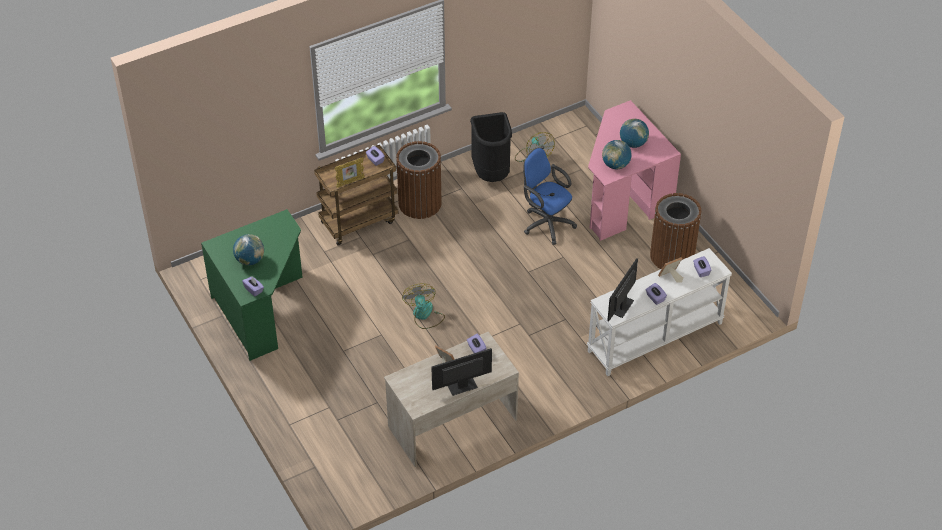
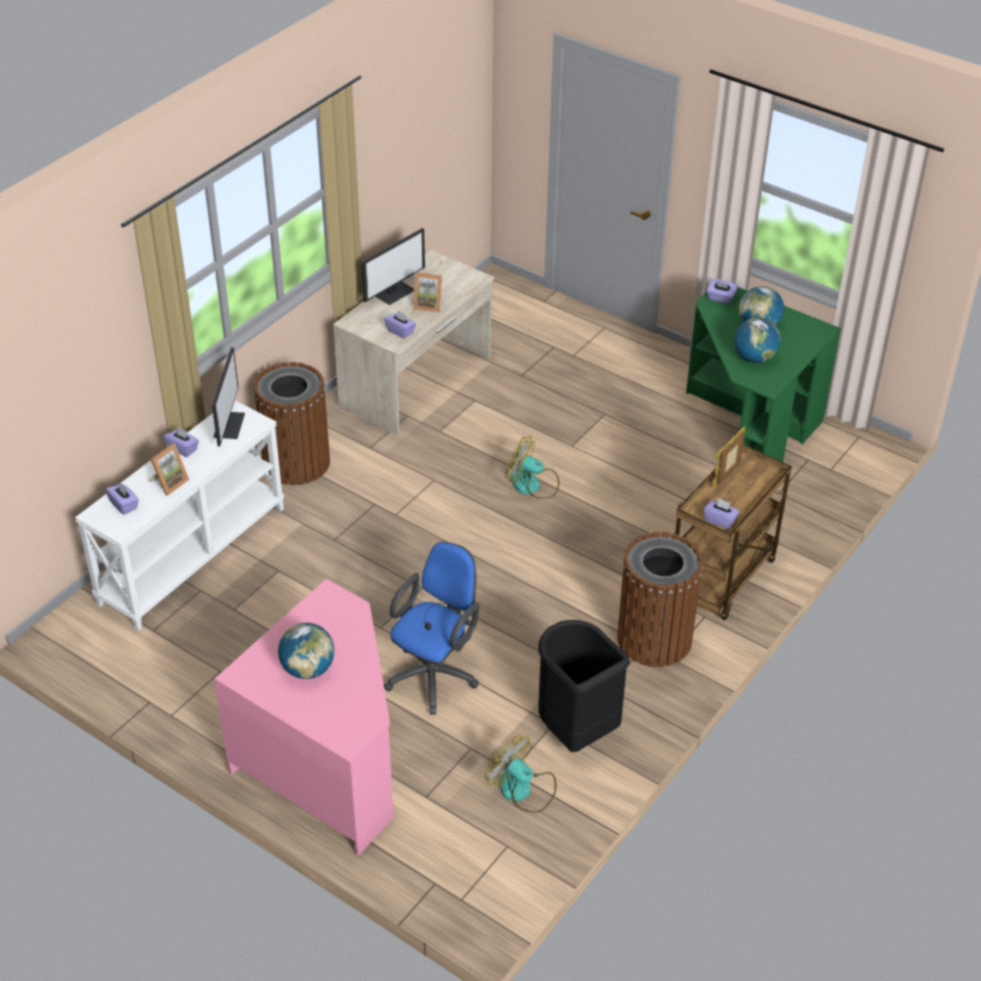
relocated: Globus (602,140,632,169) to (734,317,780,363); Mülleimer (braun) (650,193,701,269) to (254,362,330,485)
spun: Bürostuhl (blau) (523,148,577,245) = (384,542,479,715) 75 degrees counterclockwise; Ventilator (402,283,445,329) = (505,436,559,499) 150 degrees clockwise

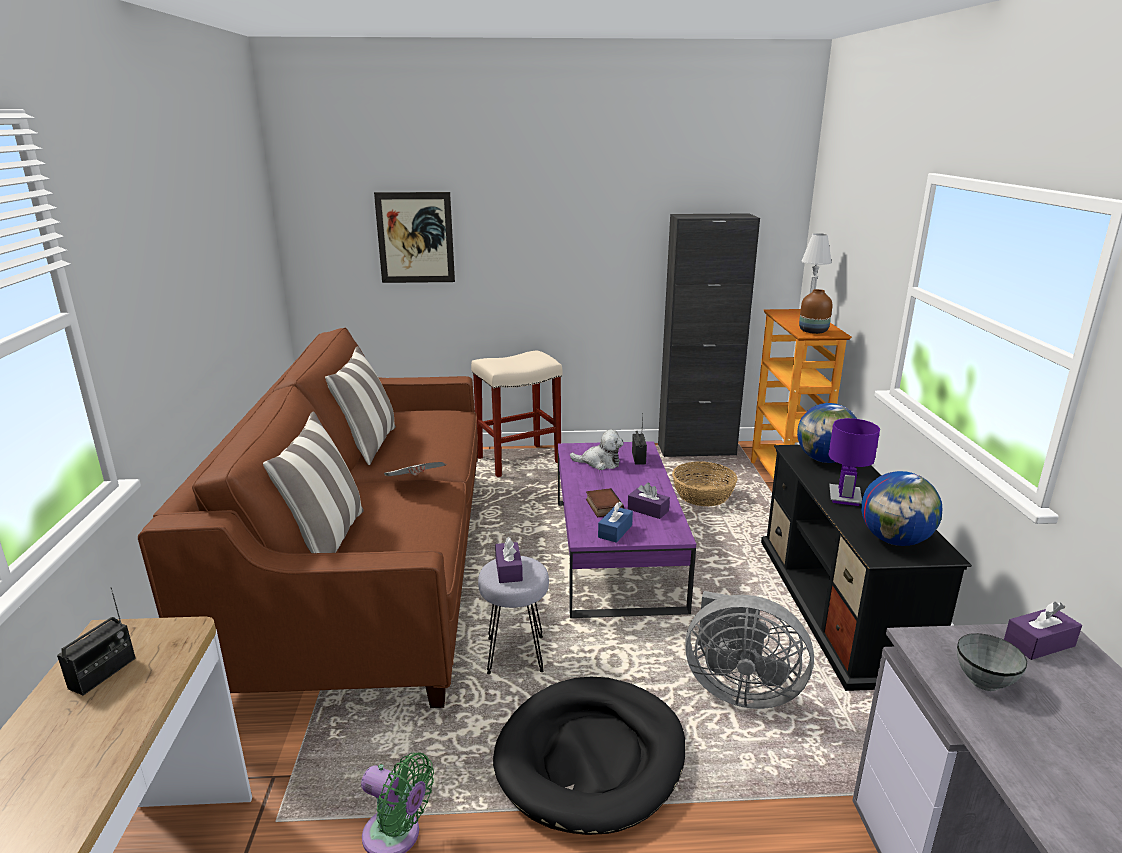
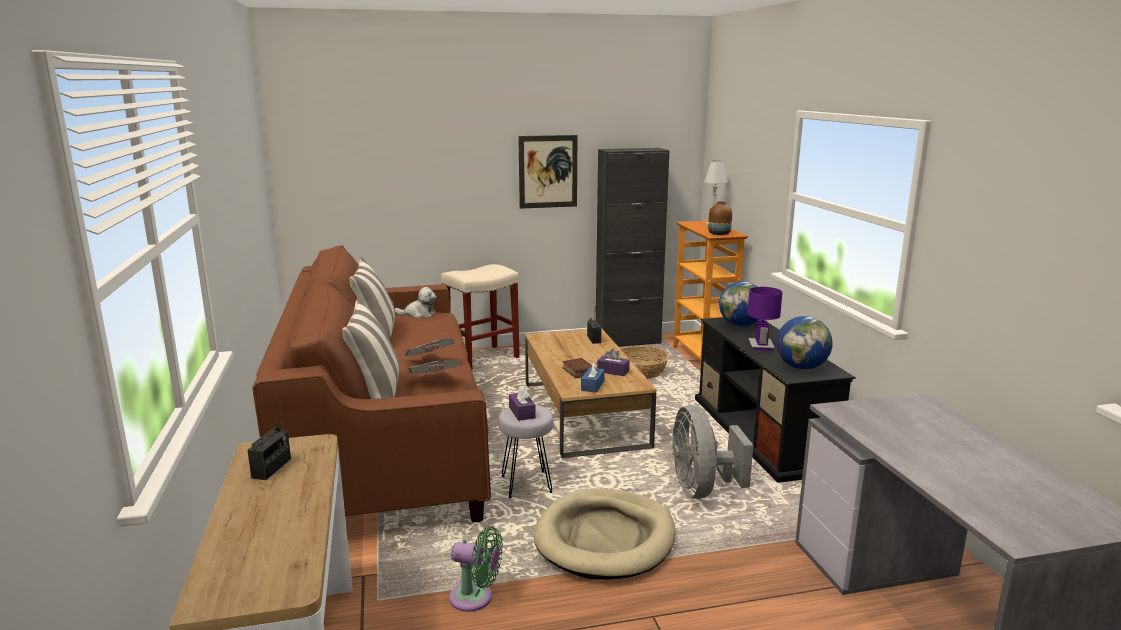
missing: Taschentuchbox (lila) (1004,602,1082,660); Schüssel (grau) (957,633,1027,691)
appeared: Zeitung (407,360,462,374)
relocated: Bild (374,192,455,283) to (518,135,577,209); Plüschtier (570,430,624,470) to (395,287,436,318)
colour: Couchtisch (lila) (558,441,696,618) to Couchtisch (braun) (525,328,656,458); Hundebett (schwarz) (493,677,685,835) to Hundebett (beige) (534,488,675,580)
spun: Ventilator (grau) (685,591,814,709) = (672,405,753,499) 75 degrees clockwise

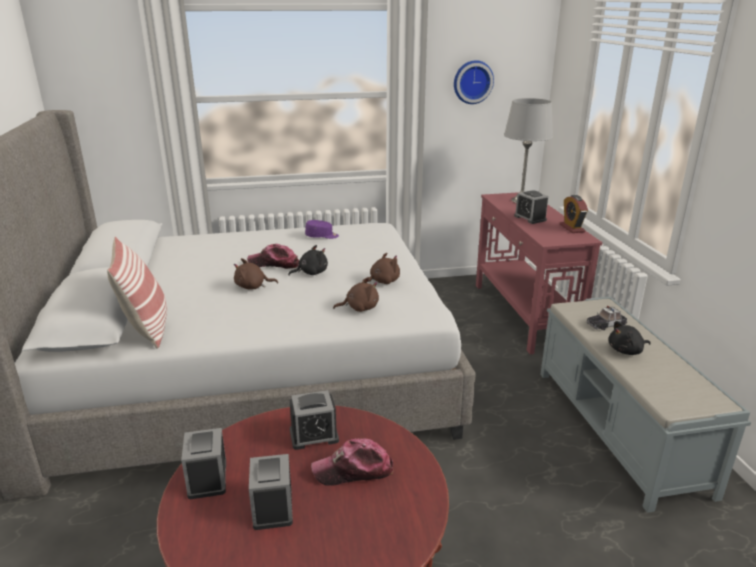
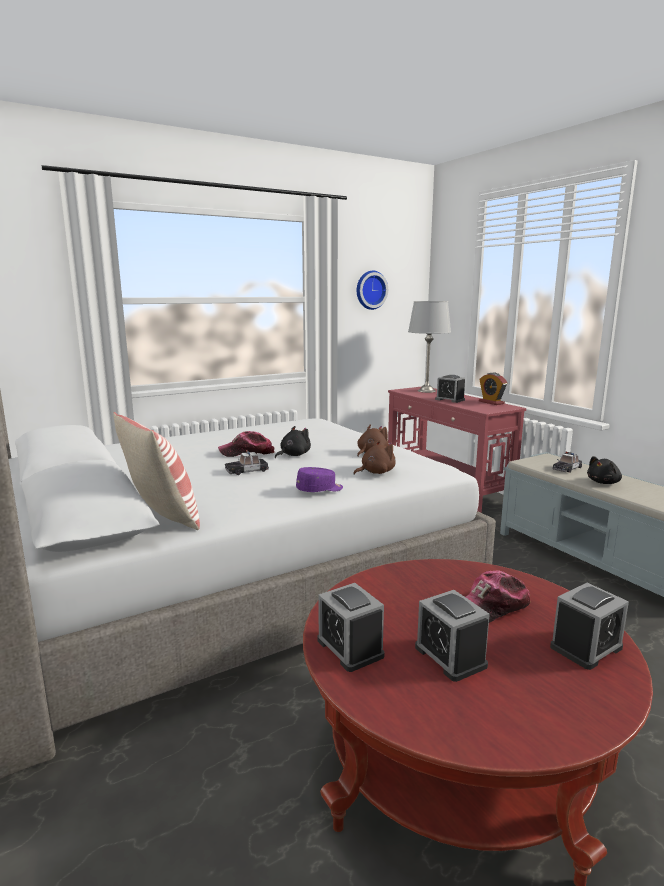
relocated: Kappe (lila) (305,220,339,239) to (296,467,343,492); Wecker (290,390,339,450) to (550,583,629,670)
exchanged: Plüschtier (braun) (234,258,278,290) to Spielzeugauto (225,450,269,475)

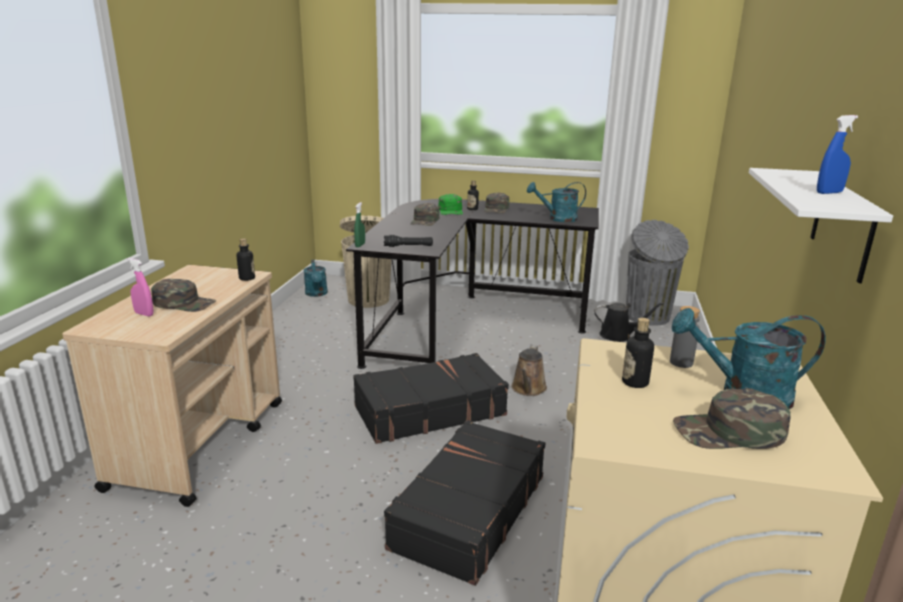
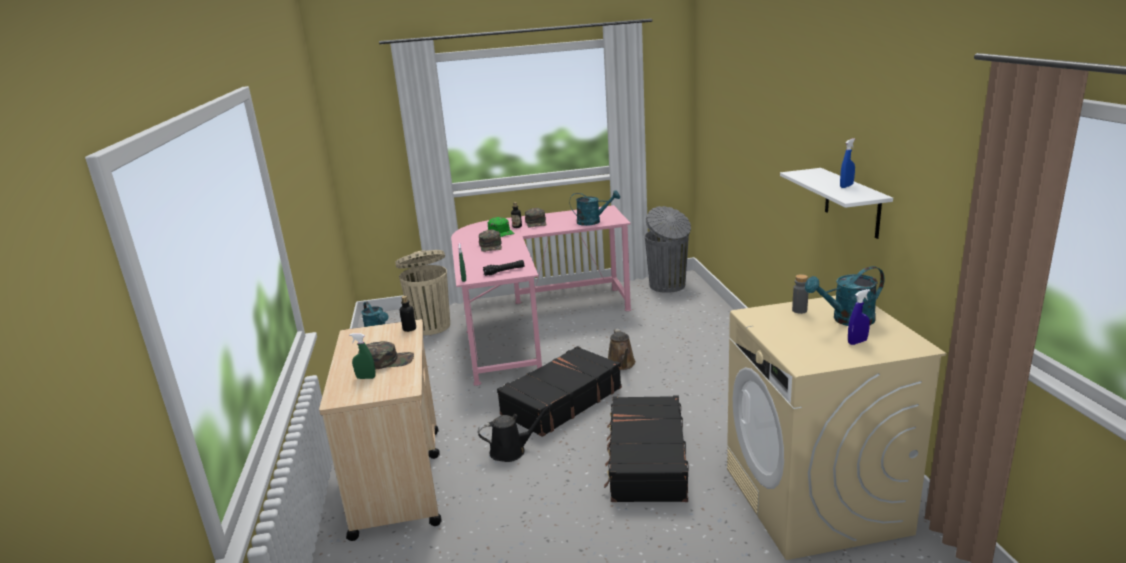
missing: Flasche (622,318,654,388)
relocated: Gießkanne (schwarz) (594,302,664,342) to (478,403,553,462)
exchanged: Kappe (grün) (673,388,791,449) to Sprühflasche (blau) (848,289,870,345)
colour: Schreibtisch (schwarz) (346,199,599,369) to Schreibtisch (rosa) (451,205,631,386); Sprühflasche (rosa) (127,258,154,317) to Sprühflasche (grün) (349,333,376,379)
spun: Gießkanne (türkis) (527,182,586,222) = (570,190,620,226) 150 degrees counterclockwise

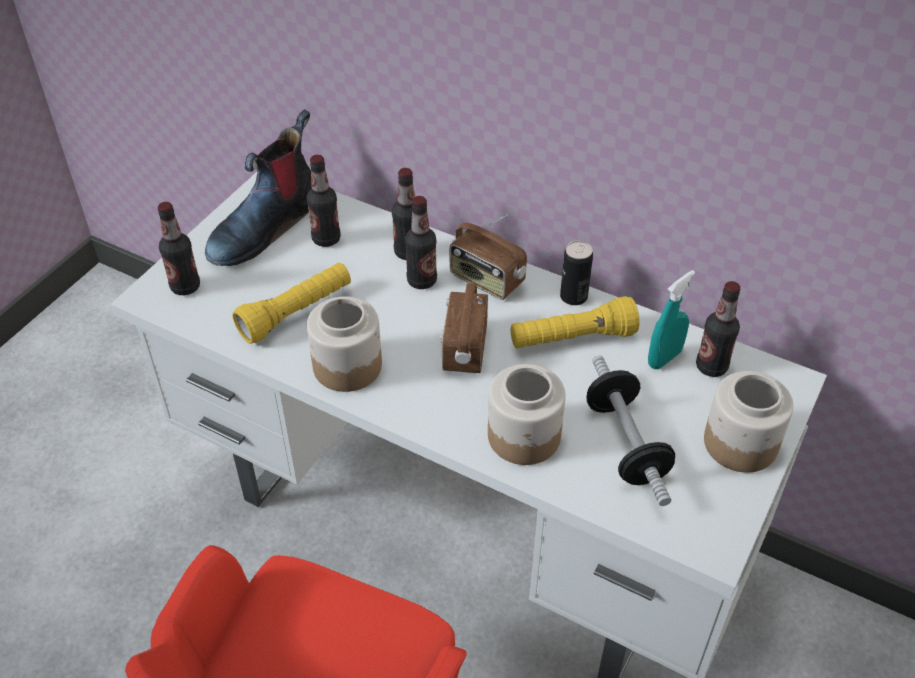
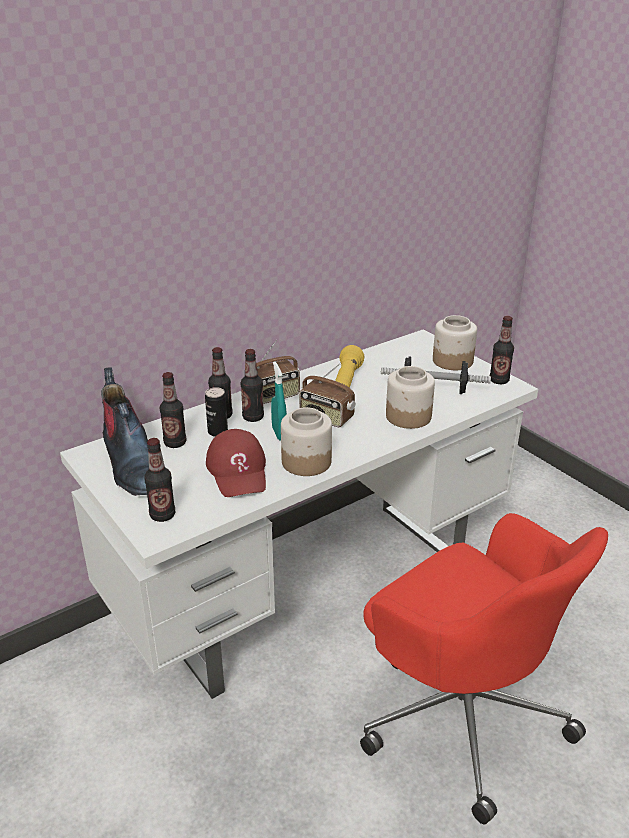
relocated: Dose (560,241,593,305) to (205,387,228,437); Sprühflasche (türkis) (648,270,695,369) to (271,361,287,441); Flasche (696,281,741,377) to (490,316,514,384)
exchanged: Taschenlampe (gelb) (232,263,351,344) to Kappe (rot) (206,429,266,497)

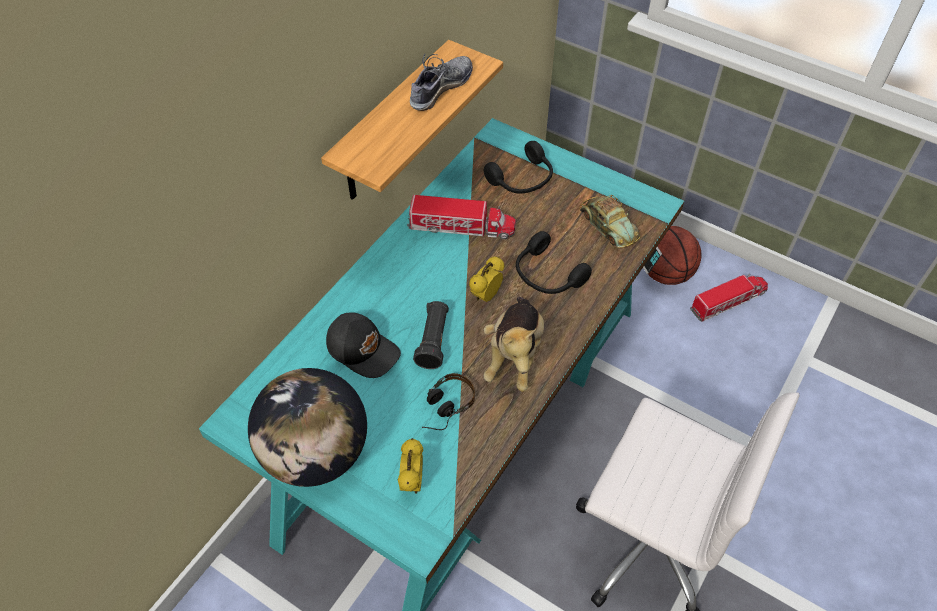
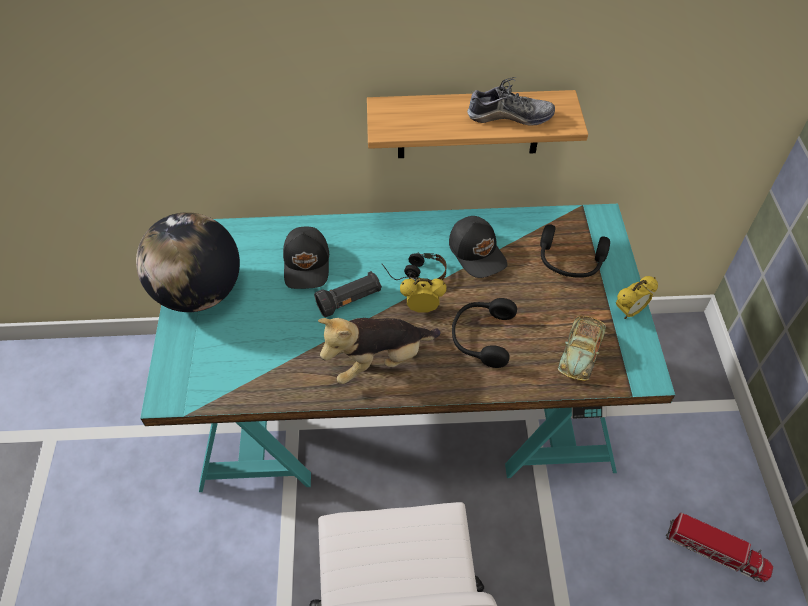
missing: Basketball (648,226,701,285)
relocated: Kopfhörer (422,373,475,430) to (381,253,447,281); Wecker (398,438,423,494) to (616,276,658,319)
exchanged: Spielzeuglaster (407,195,516,239) to Kappe (schwarz) (449,216,507,278)

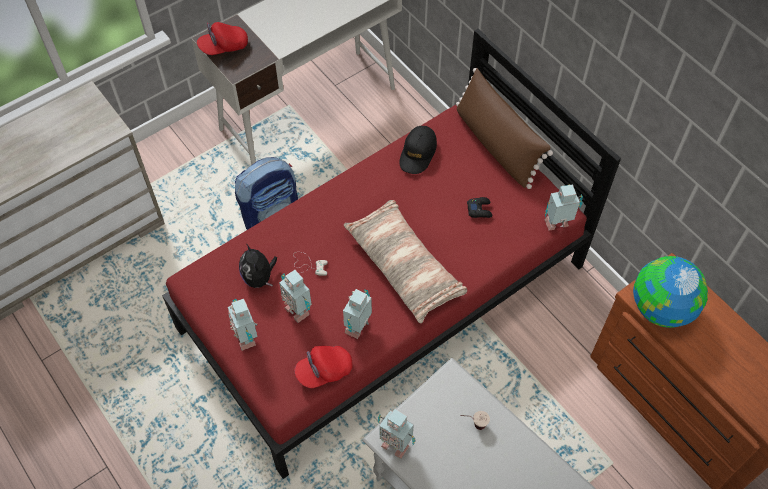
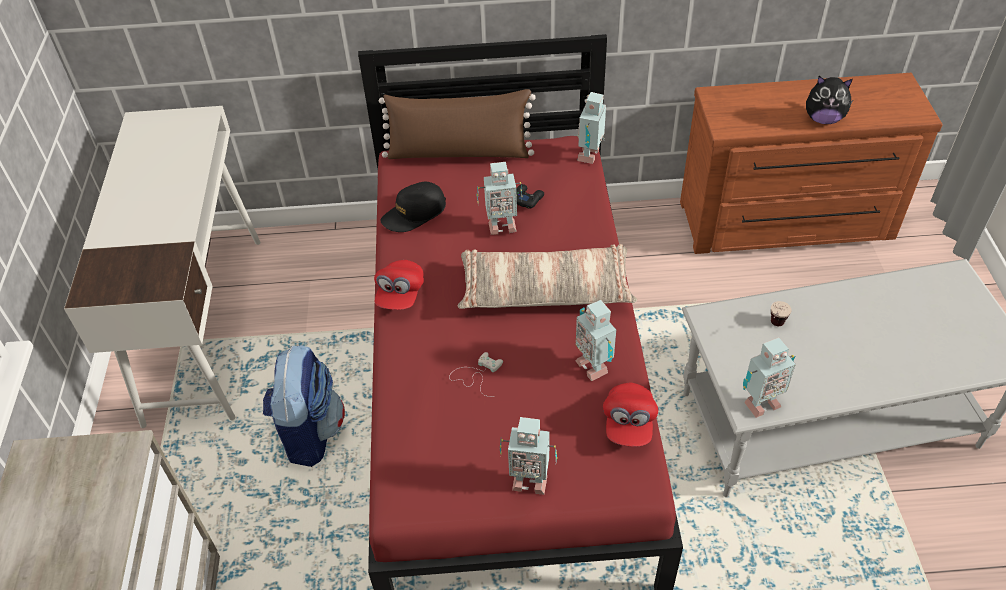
missing: Globus (633,256,708,328)
relocated: Kappe (rot) (197,22,248,55) to (374,260,424,310); Plüschtier (239,245,277,288) to (806,76,853,124); Spielzeugroboter (279,270,312,323) to (476,162,523,235)
spun: Kappe (schwarz) (399,126,437,174) = (380,182,446,232) 90 degrees clockwise

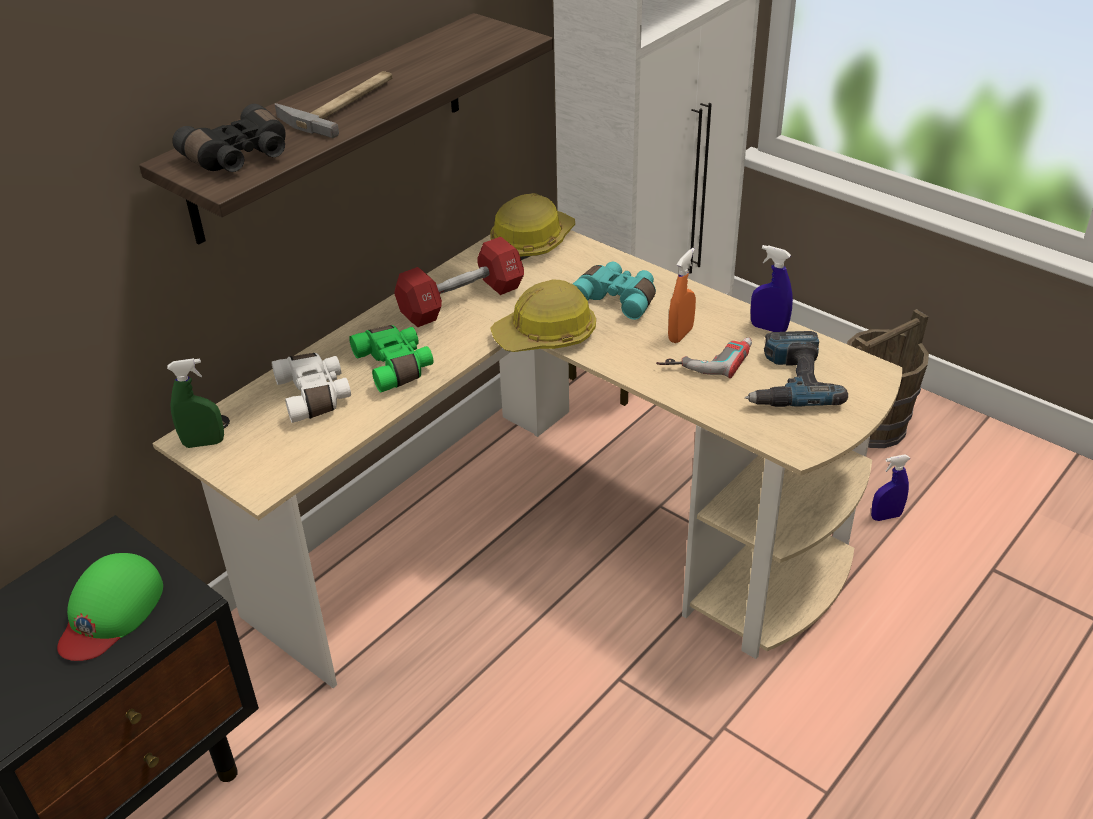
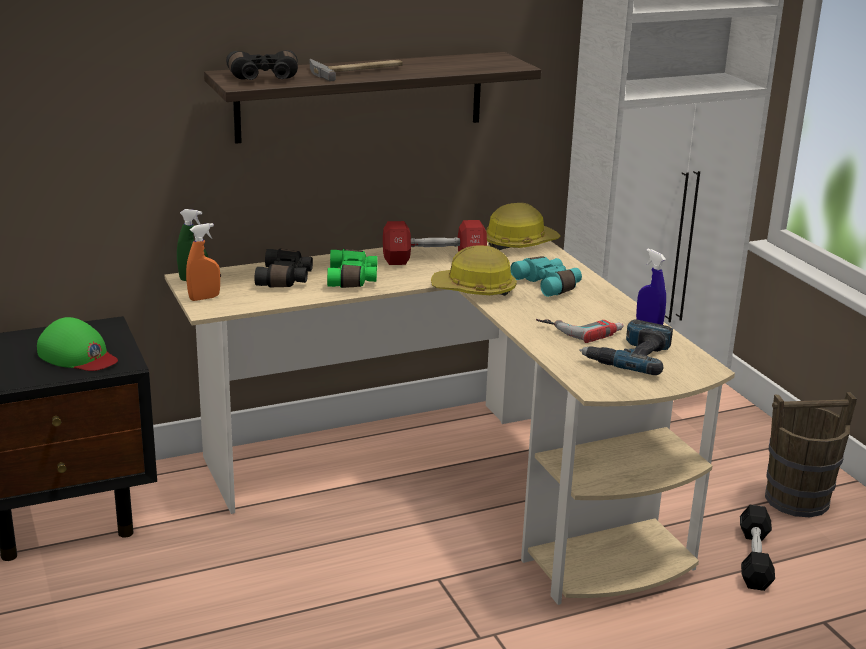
relocated: Sprühflasche (orange) (668,248,696,343) to (186,223,220,301)
exchanged: Sprühflasche (blau) (871,454,910,521) to Hantel (schwarz) (740,505,775,591)
colour: Fernglas (weiß) (271,353,351,423) to Fernglas (schwarz) (255,248,313,287)
spun: Kappe (grün) (57,553,163,661) = (37,317,118,371) 105 degrees counterclockwise

